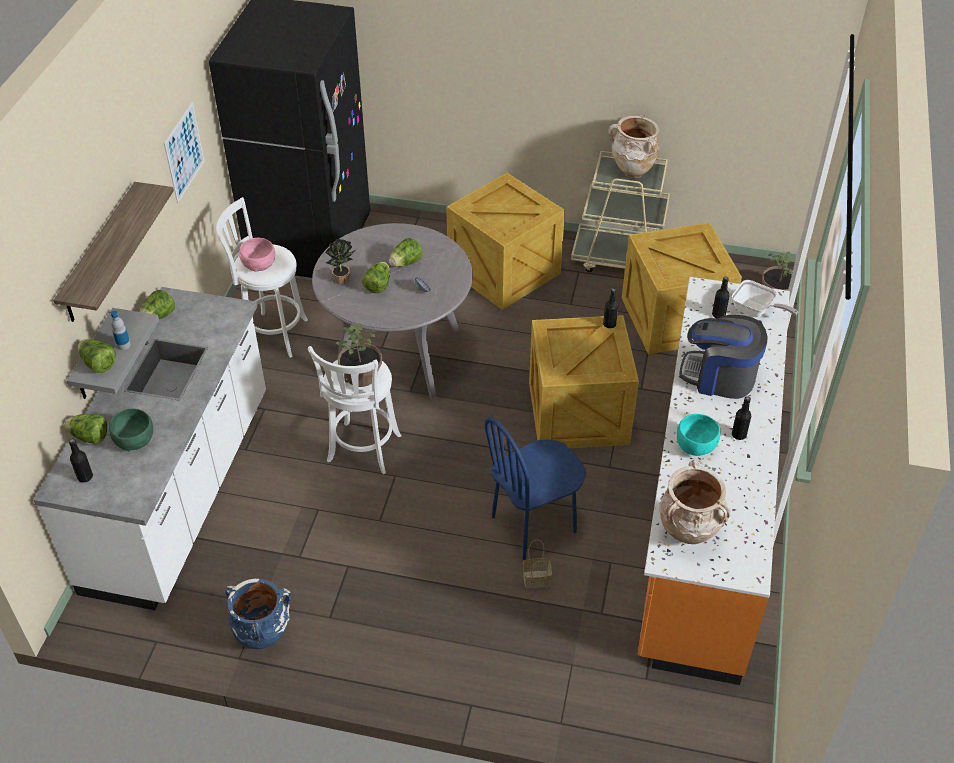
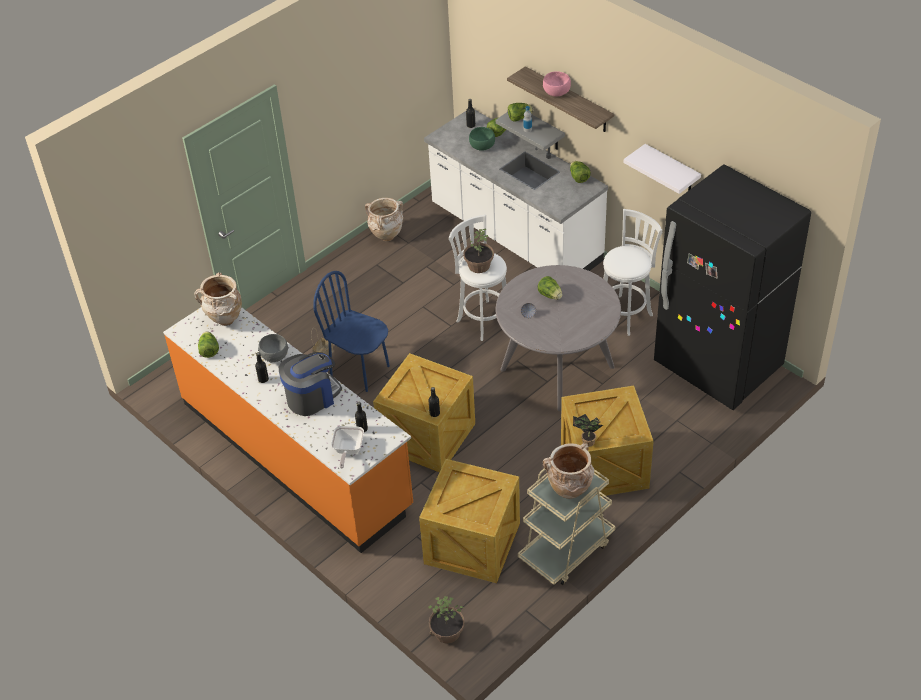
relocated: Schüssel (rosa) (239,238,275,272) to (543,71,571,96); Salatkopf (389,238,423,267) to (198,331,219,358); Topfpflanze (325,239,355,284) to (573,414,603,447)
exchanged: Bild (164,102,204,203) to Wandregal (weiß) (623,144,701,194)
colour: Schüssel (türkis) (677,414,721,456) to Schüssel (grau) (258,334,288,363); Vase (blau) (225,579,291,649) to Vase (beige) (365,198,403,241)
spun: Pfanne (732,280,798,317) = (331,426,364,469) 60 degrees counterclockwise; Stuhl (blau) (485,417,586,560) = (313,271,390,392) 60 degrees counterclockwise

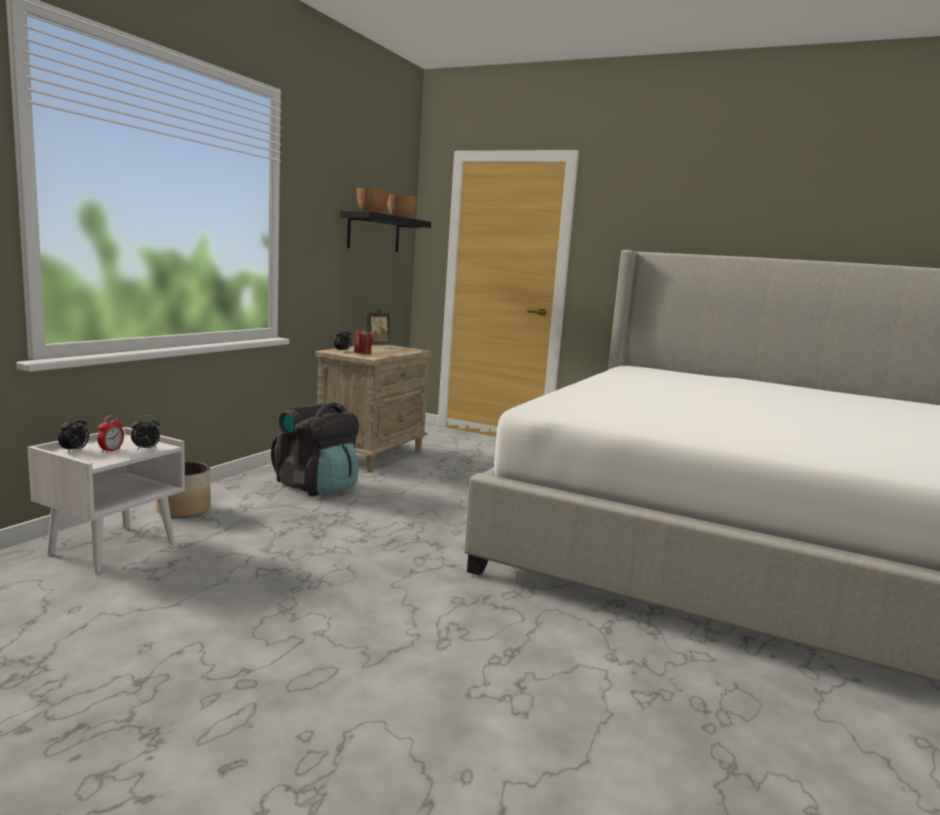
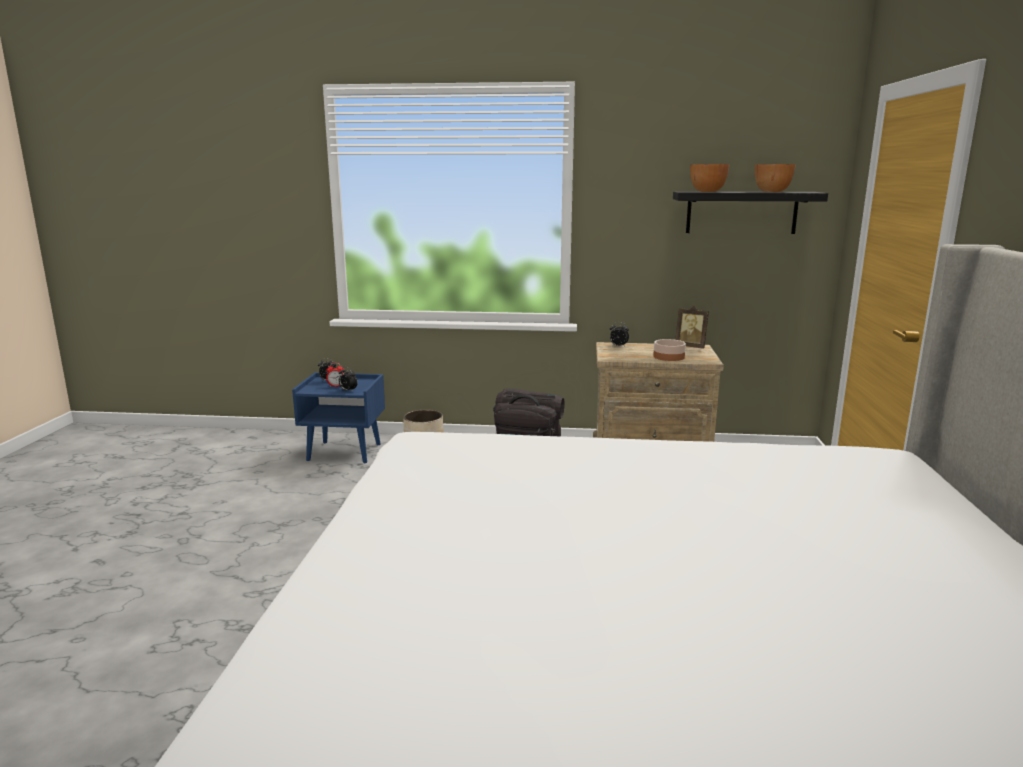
missing: Kerze (rot) (354,330,373,354)
appeared: Schüssel (653,339,686,361)
colour: Nachttisch (weiß) (28,427,185,573) to Nachttisch (blau) (292,372,385,463)

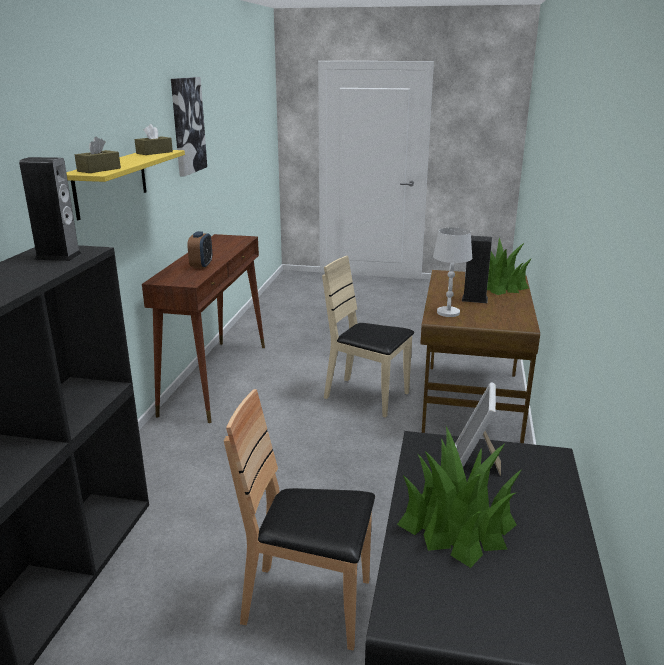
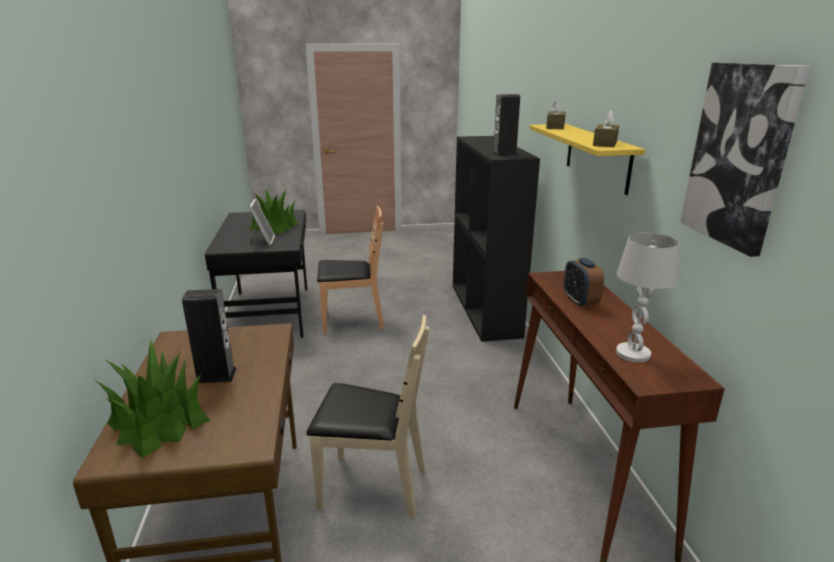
relocated: Tischlampe (weiß) (433,227,472,317) to (616,233,679,363)

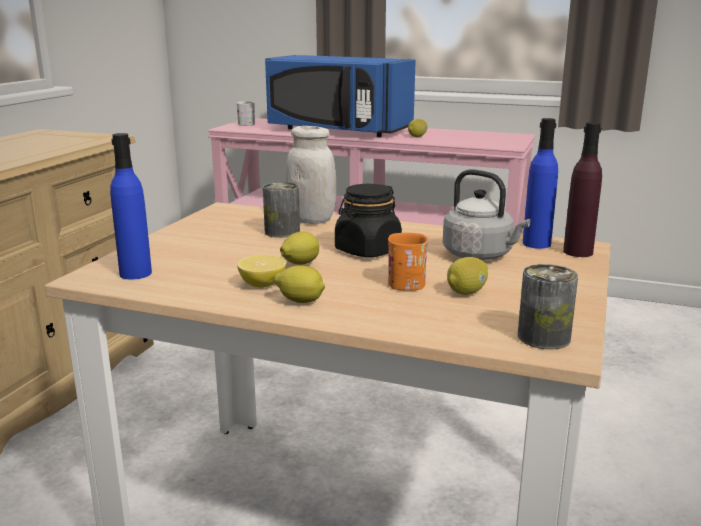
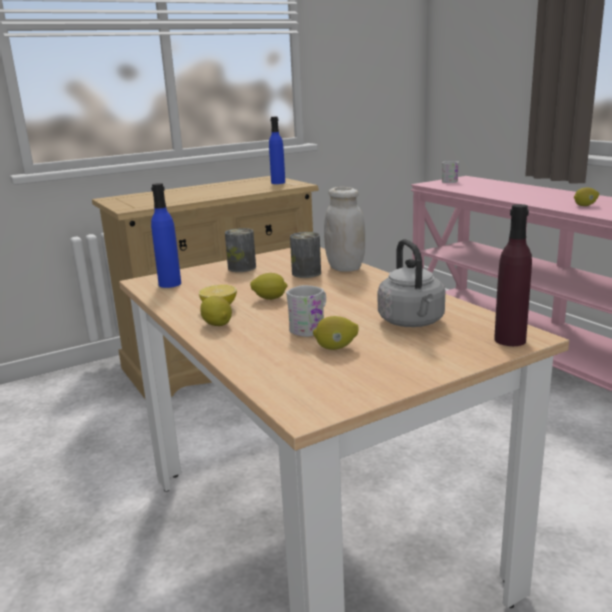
missing: Mikrowelle (blau) (265,55,416,137); Vorratsglas (schwarz) (335,184,402,258)
relocated: Flasche (blau) (523,118,558,249) to (269,117,285,184); Dose (518,264,578,349) to (225,228,256,272)
colour: Henkelbecher (orange) (388,233,428,291) to Henkelbecher (weiß) (286,285,326,337)

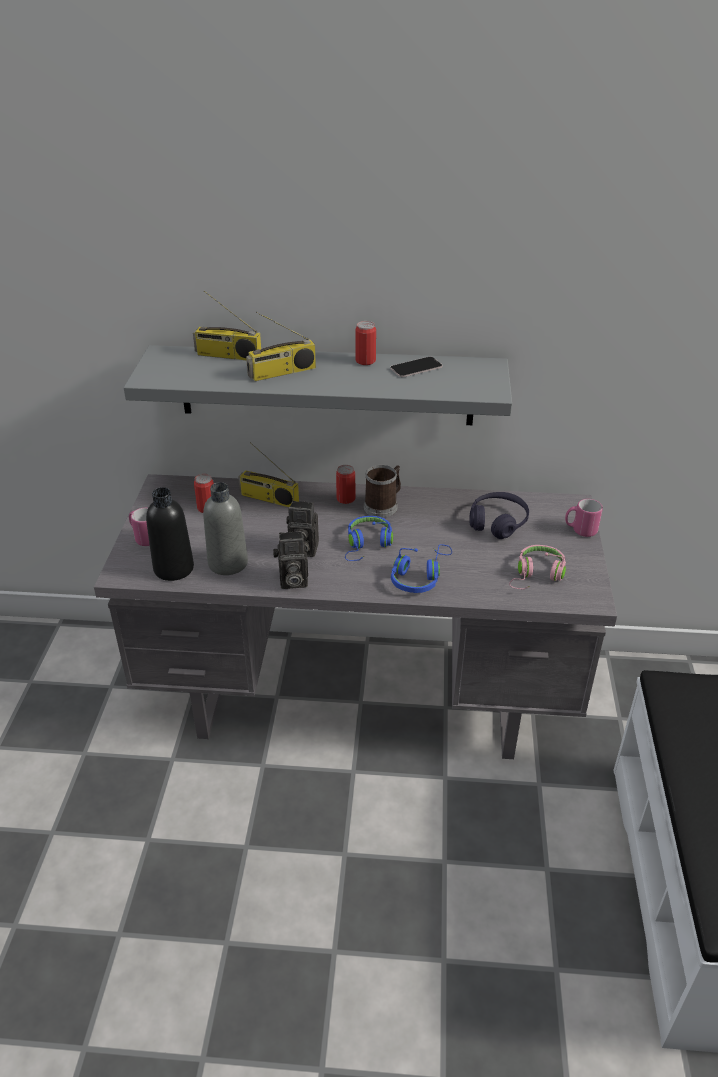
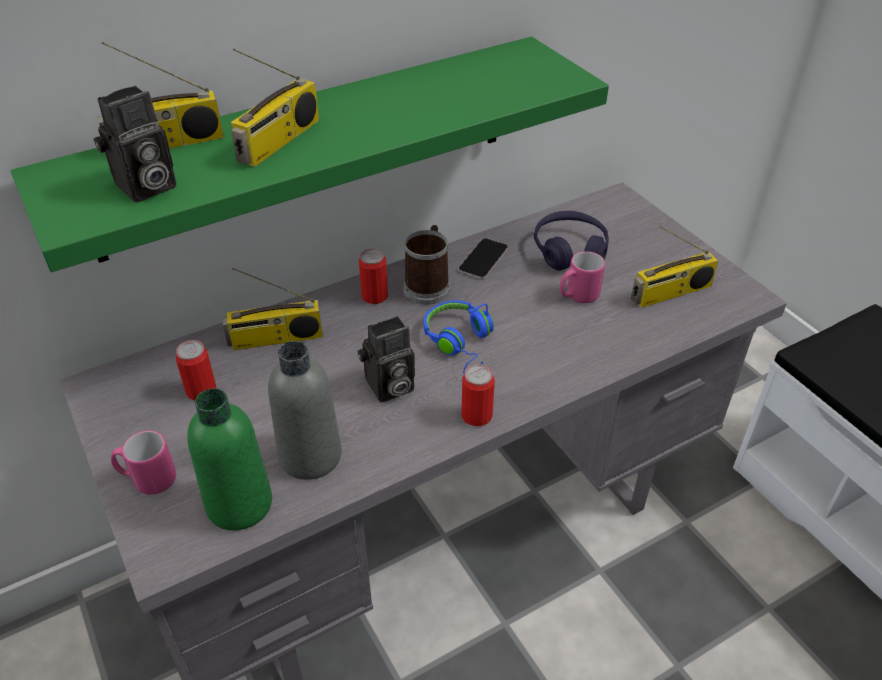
missing: Kopfhörer (blau) (391,544,452,593)
relocated: Dose (355,321,376,365) to (461,364,495,426); Handy (390,357,443,377) to (458,238,508,279); Henkelbecher (rosa) (565,499,603,537) to (560,251,605,303); Kamera (273,531,308,589) to (94,86,177,202)
exchanged: Kopfhörer (rosa) (509,545,566,590) to Radio (631,226,718,308)
colour: Wandregal (grau) (124,345,512,425) to Wandregal (grün) (11,37,609,272); Flasche (schwarz) (146,487,194,581) to Flasche (grün) (187,388,272,531)

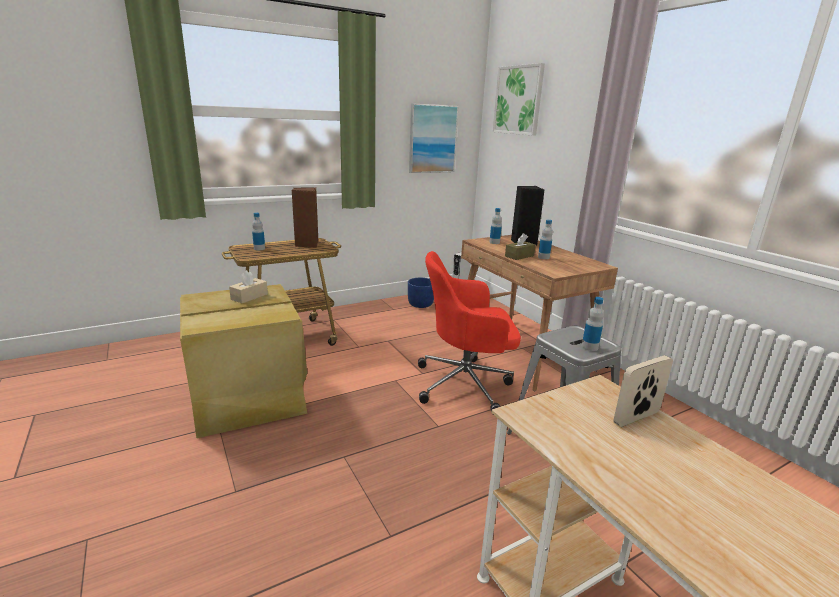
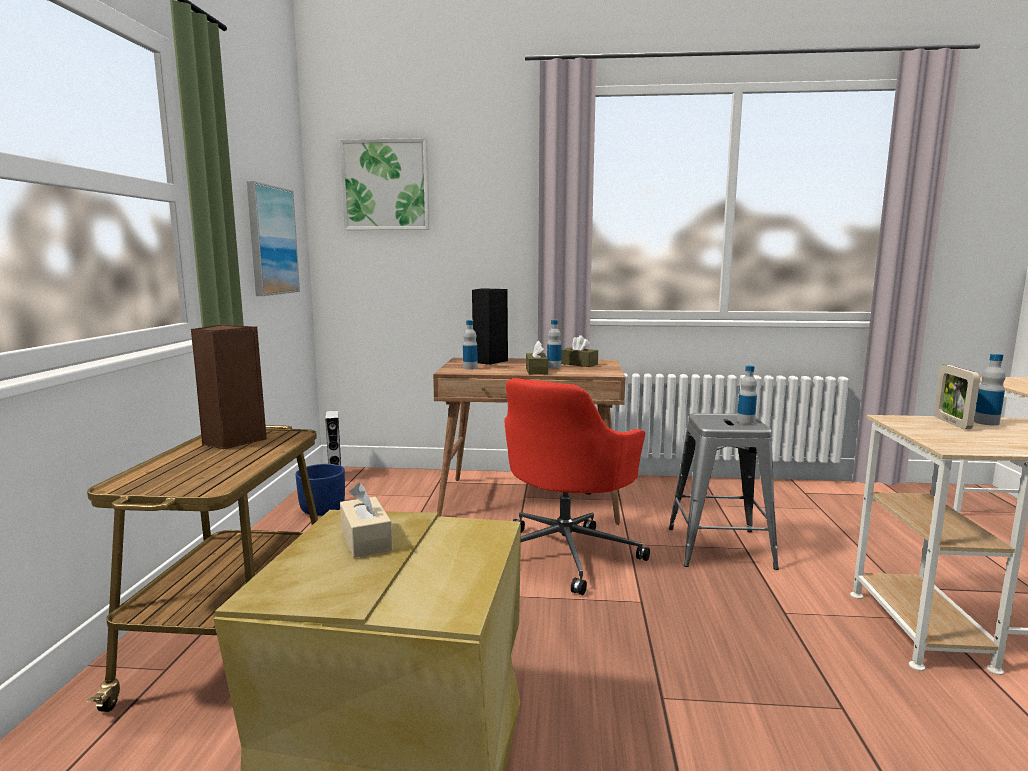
appeared: Taschentuchbox (braun) (561,335,598,367)
relocated: Flasche (252,213,265,250) to (974,354,1006,426)

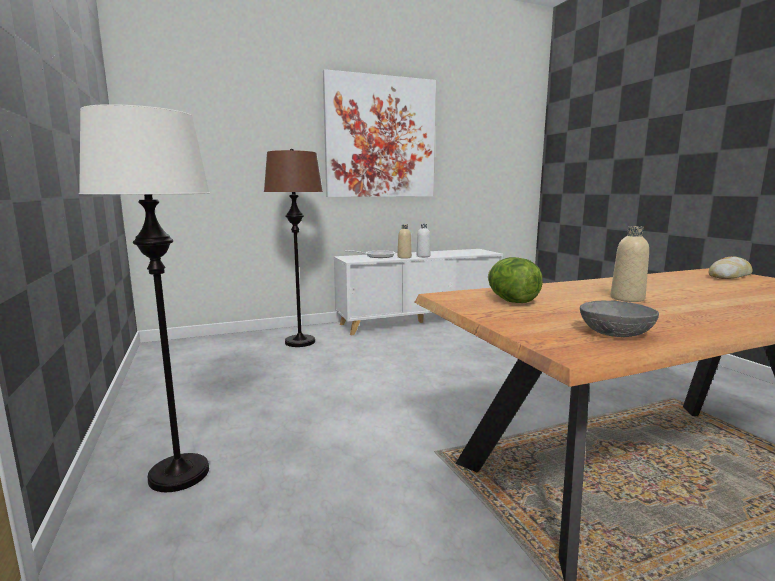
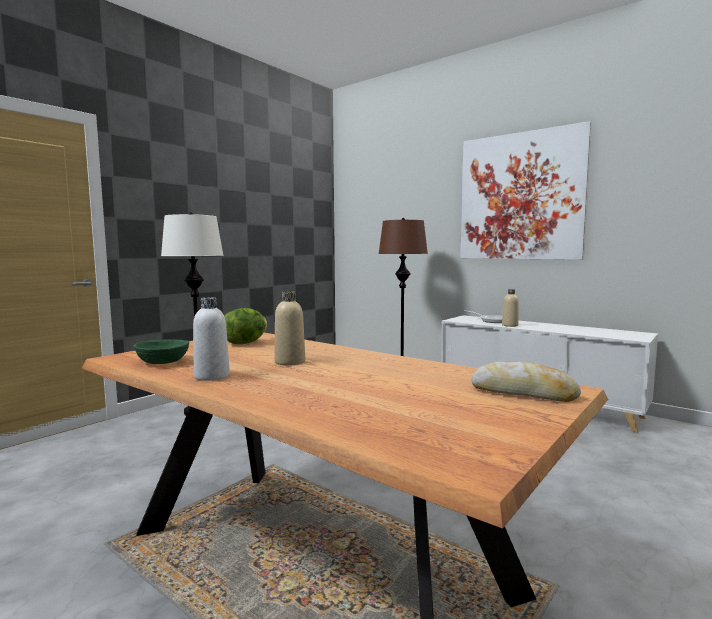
relocated: Flasche (weiß) (417,224,430,257) to (193,297,230,381)
colour: Schüssel (grau) (580,300,659,337) to Schüssel (grün) (134,339,189,364)

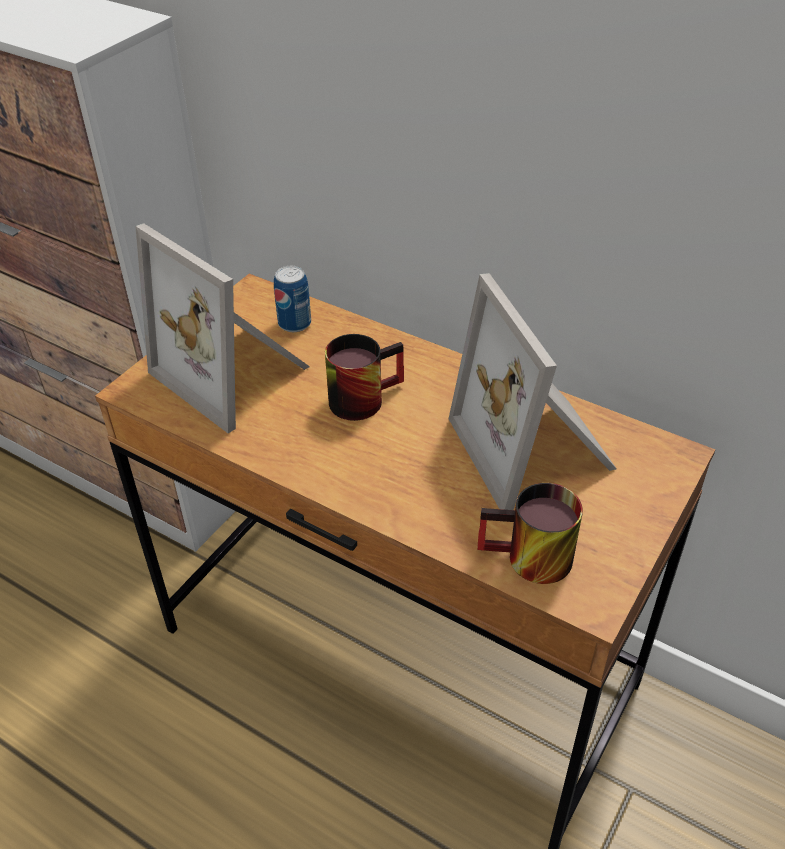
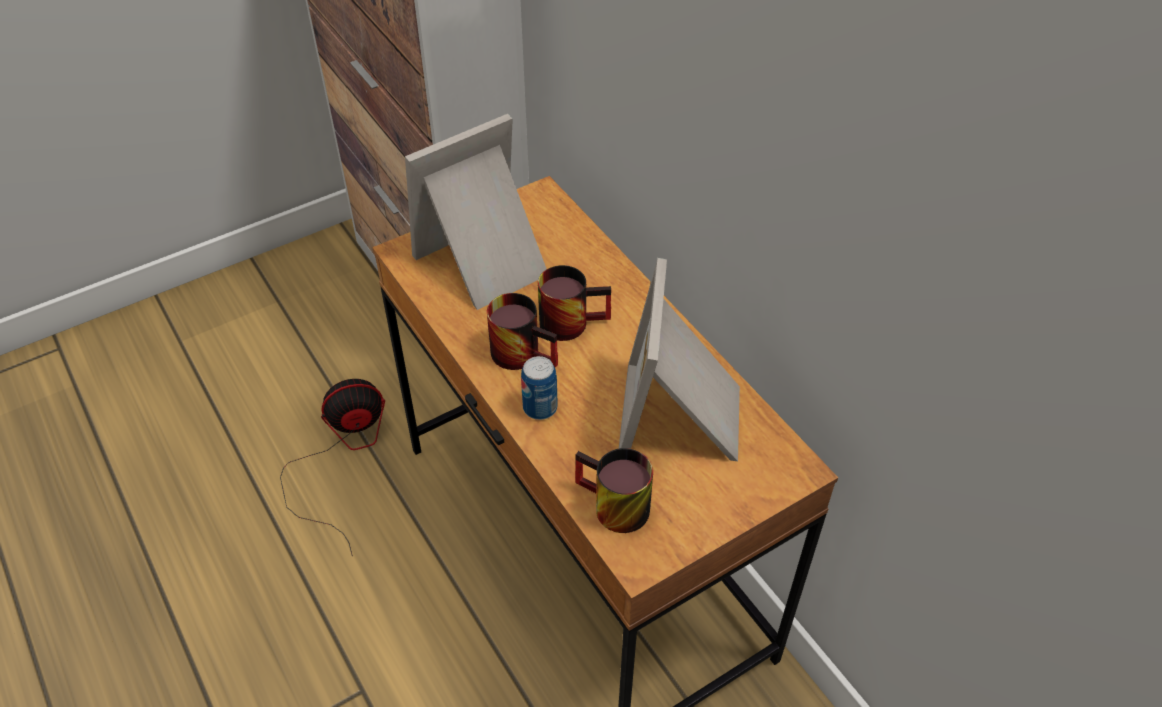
appeared: Henkelbecher (487,293,558,370); Ventilator (280,379,385,556)
relocated: Dose (274,266,311,332) to (521,356,558,420)
spun: Bilderrahmen (135,224,310,433) = (405,114,546,310) 75 degrees clockwise

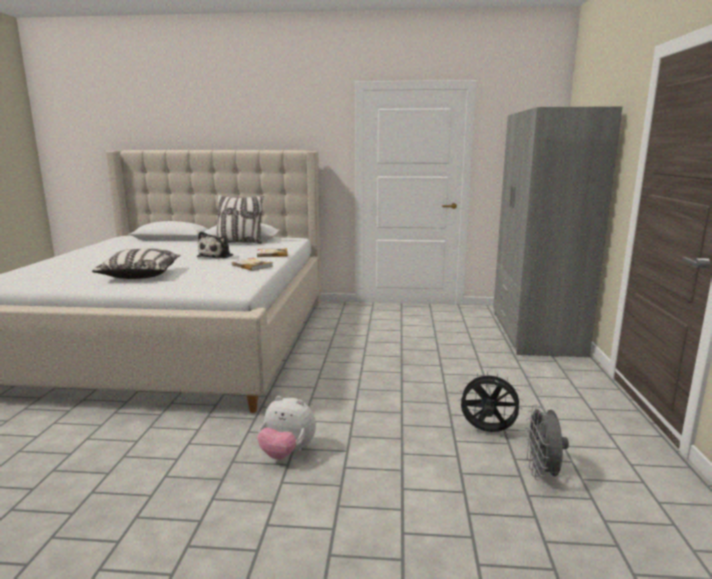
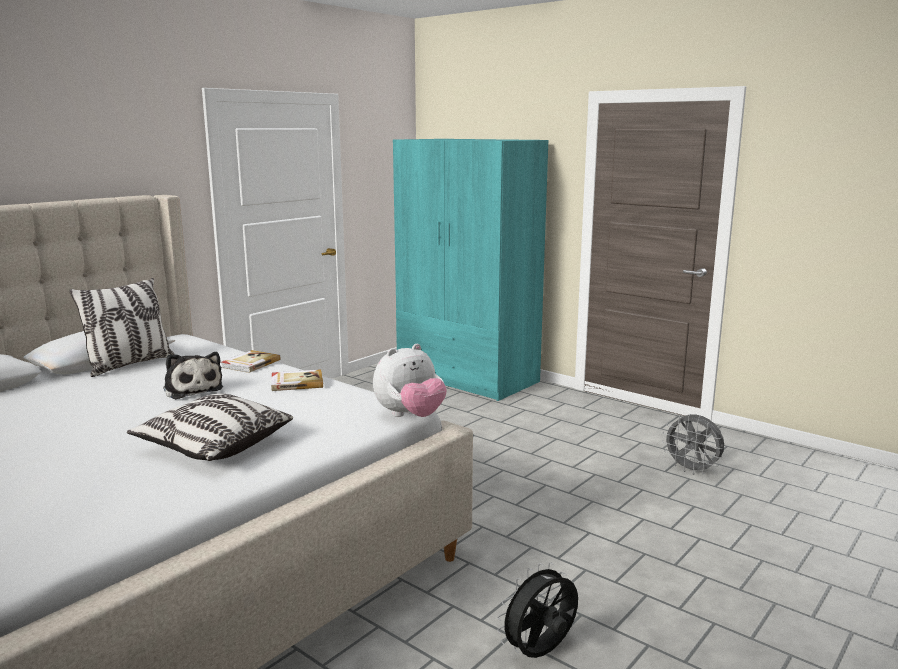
relocated: Ventilator (schwarz) (459,371,523,432) to (497,562,578,658); Plüschtier (257,396,316,459) to (373,344,447,417)
colour: Kleiderschrank (grau) (493,106,622,357) to Kleiderschrank (türkis) (393,139,548,401)

